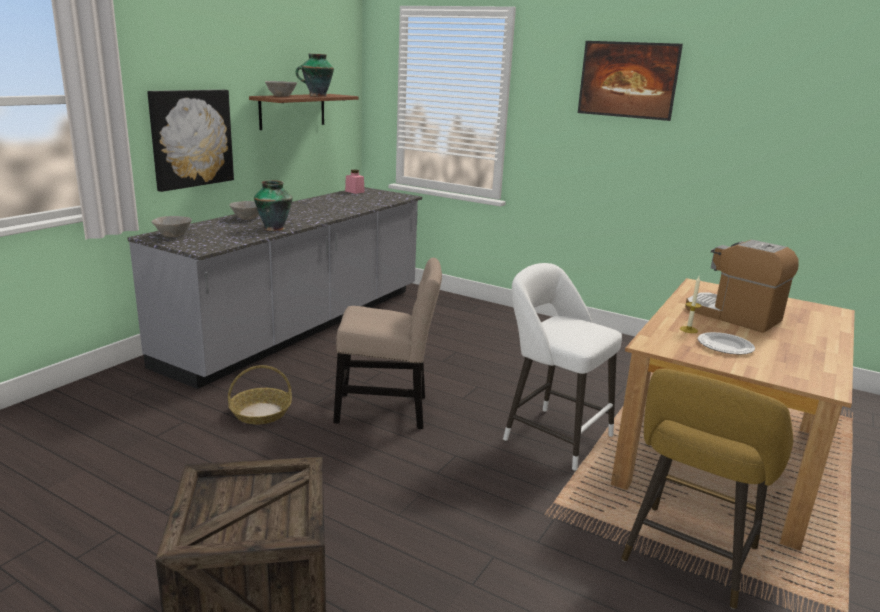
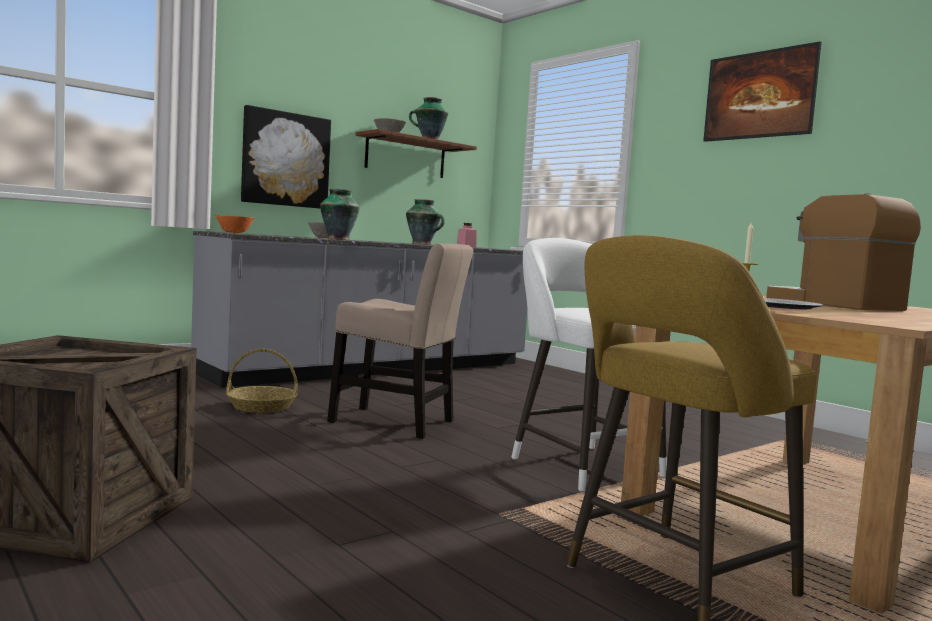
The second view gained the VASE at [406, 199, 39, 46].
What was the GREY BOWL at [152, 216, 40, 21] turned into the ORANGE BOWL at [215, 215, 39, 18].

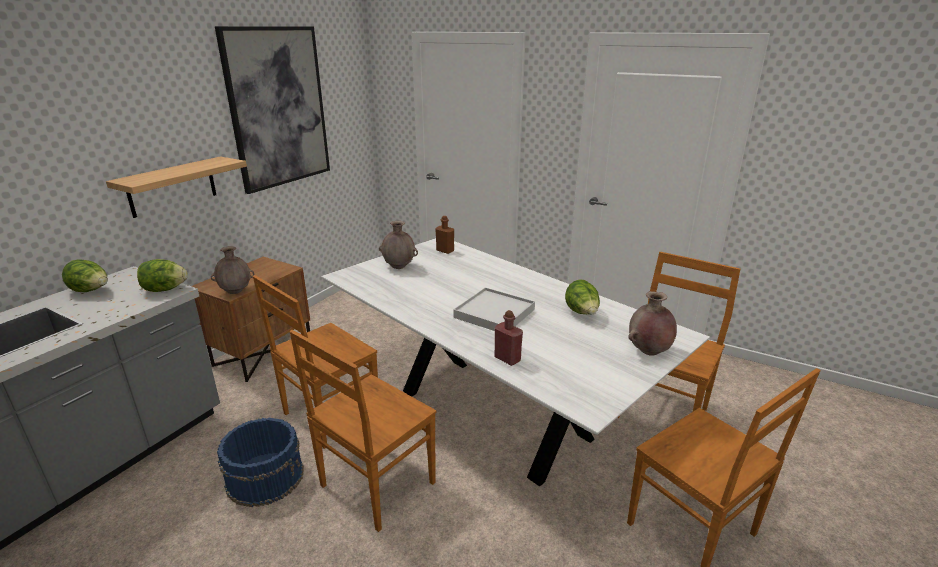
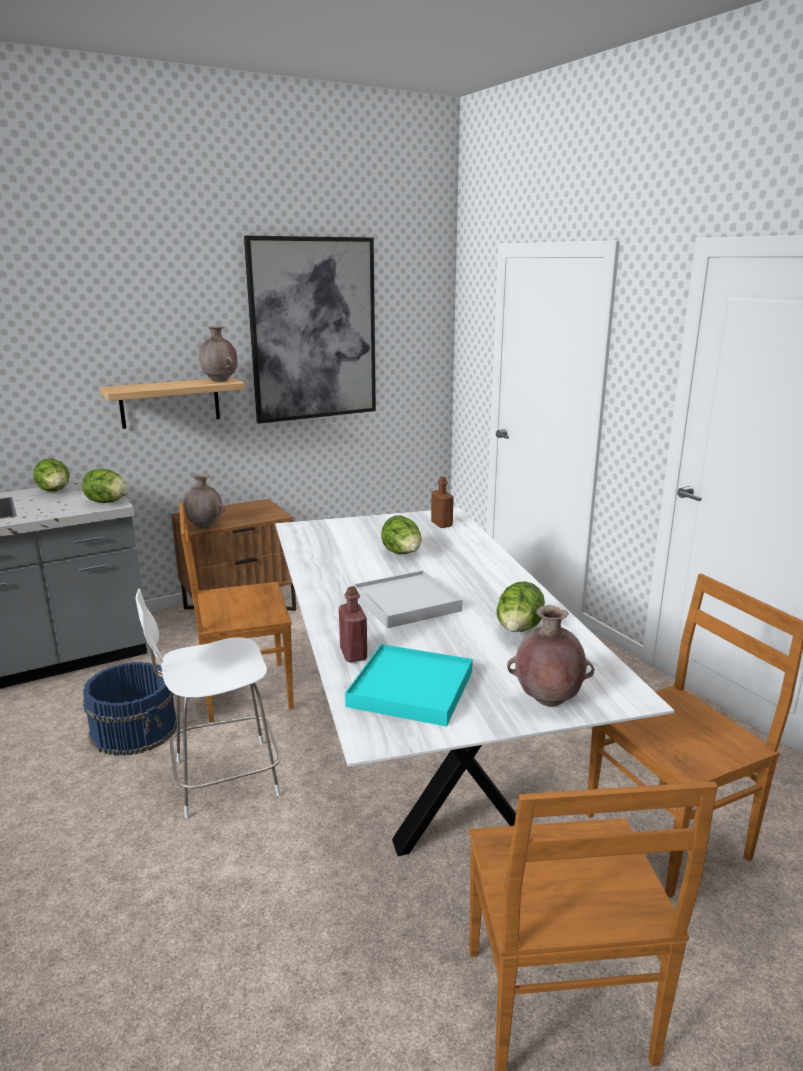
The second view gained the TURQUOISE TRAY at [345, 644, 128, 83].
The second view gained the LETTUCE at [381, 515, 41, 39].
The BROWN VASE ended up elsewhere, having gone from [379, 221, 39, 48] to [199, 326, 38, 56].
Where the BROWN CHAIR stood at [289, 330, 147, 202], the WHITE STOOL came to stand at [136, 589, 144, 229].

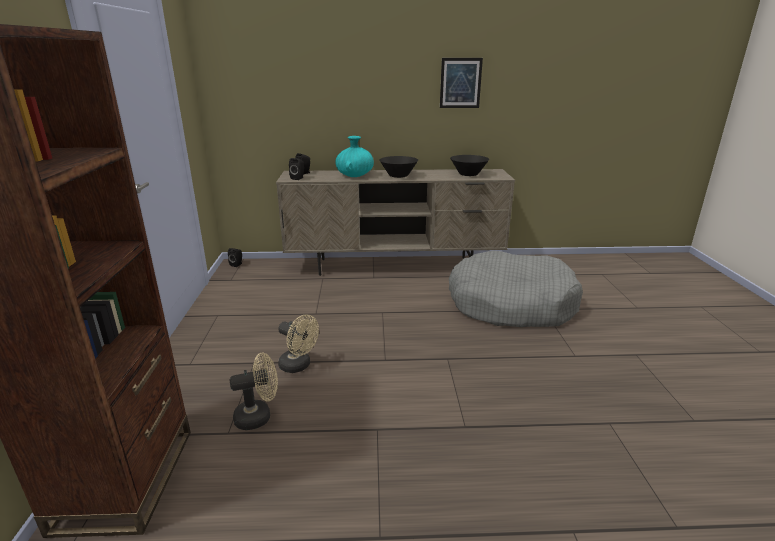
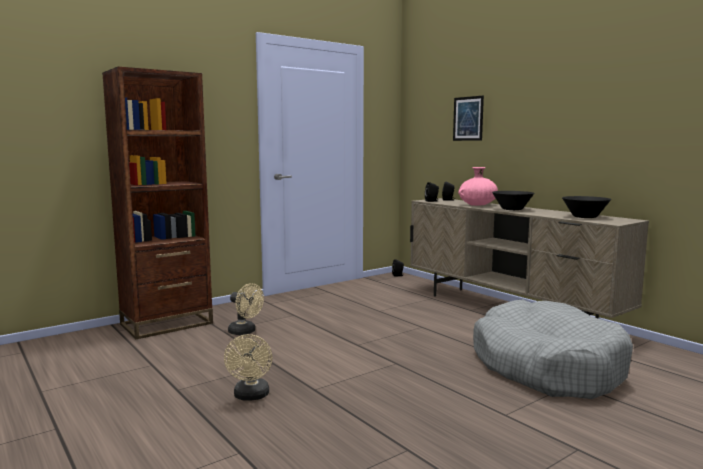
The BEIGE FAN ended up elsewhere, having gone from [278, 314, 41, 59] to [224, 334, 48, 67].
The PICTURE ended up elsewhere, having gone from [440, 58, 43, 50] to [453, 96, 31, 45].
What was the TURQUOISE VASE at [336, 136, 38, 41] turned into the PINK VASE at [458, 167, 40, 39].

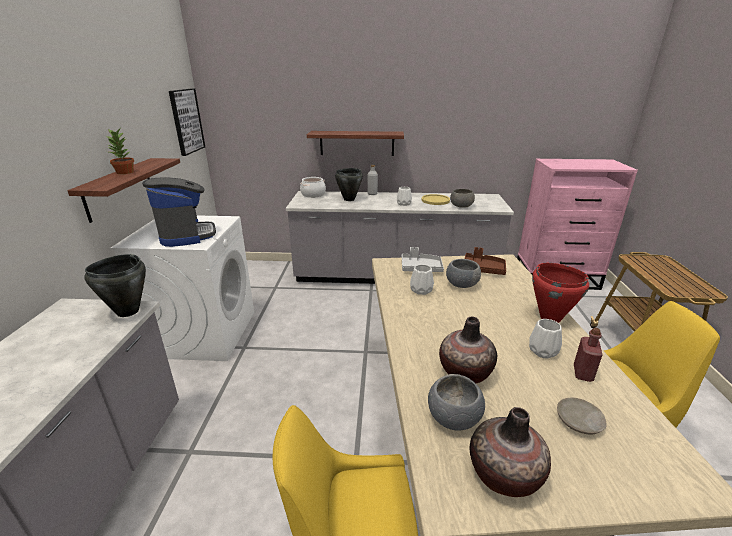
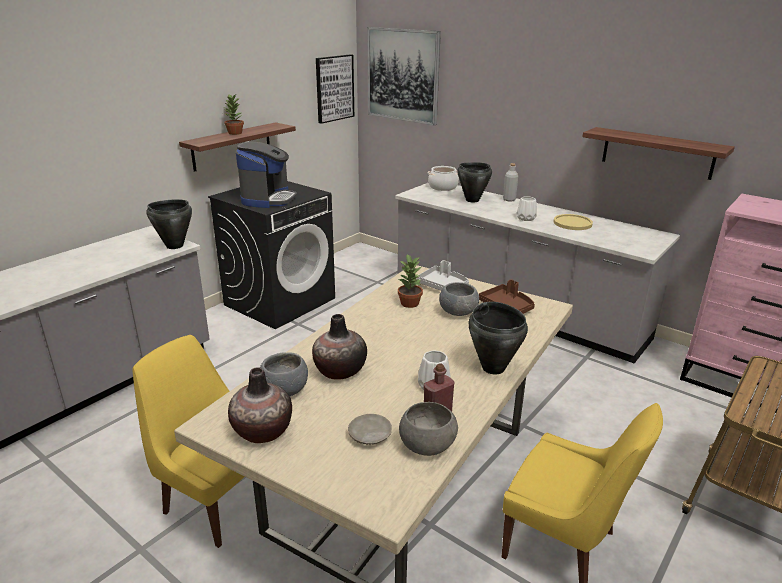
The second view gained the PICTURE at [367, 27, 74, 98].
The SHELF ended up elsewhere, having gone from [307, 131, 97, 25] to [582, 127, 153, 53].
The GREY BOWL ended up elsewhere, having gone from [450, 189, 25, 19] to [399, 402, 59, 54].
Where the WHITE VASE stood at [410, 264, 24, 31], the POTTED PLANT came to stand at [398, 254, 25, 54].
What was the WHITE WASHING MACHINE at [110, 215, 144, 146] turned into the BLACK WASHING MACHINE at [208, 181, 127, 148].
What was the RED COOKING POT at [532, 263, 57, 60] turned into the BLACK COOKING POT at [469, 302, 59, 72].

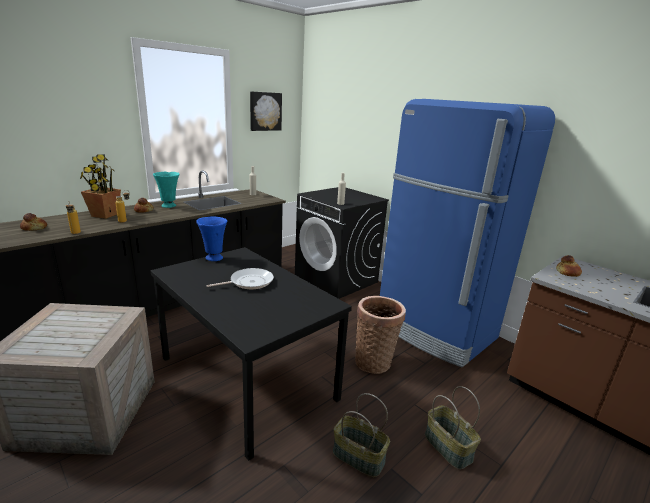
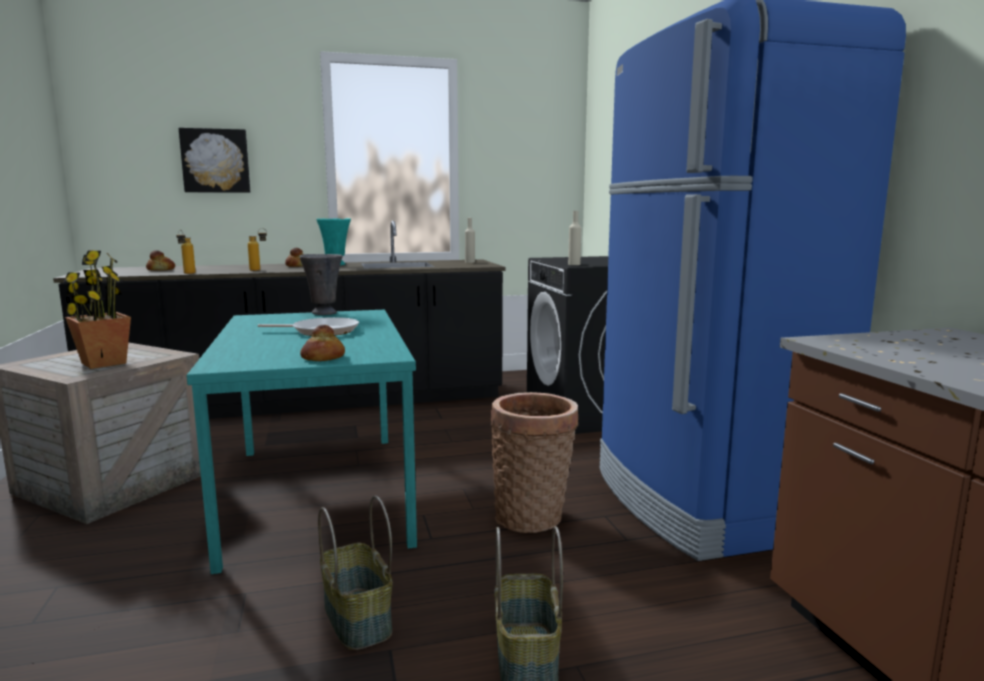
The POTTED PLANT ended up elsewhere, having gone from [80, 154, 41, 65] to [63, 251, 68, 118].
The PICTURE ended up elsewhere, having gone from [250, 91, 32, 40] to [179, 128, 71, 65].
The BREAD ended up elsewhere, having gone from [556, 255, 26, 22] to [300, 325, 45, 36].
What was the BLACK DINING TABLE at [151, 247, 201, 214] turned into the TURQUOISE DINING TABLE at [186, 309, 231, 265].
What was the BLUE VASE at [196, 217, 31, 44] turned into the GREY VASE at [300, 254, 43, 61].

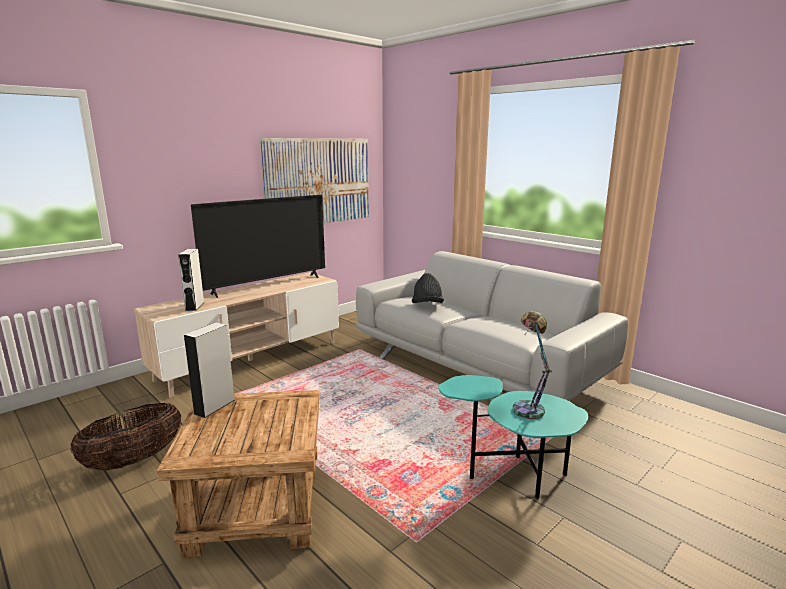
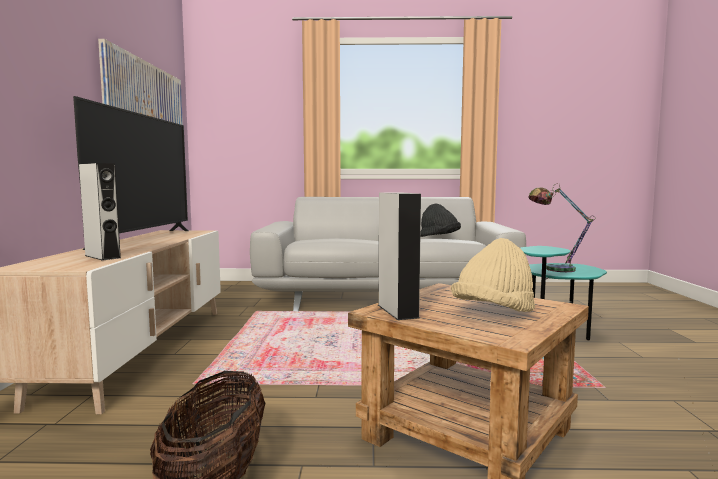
The second view gained the BEIGE HAT at [451, 238, 84, 74].
The BLACK HAT ended up elsewhere, having gone from [412, 273, 32, 30] to [420, 204, 41, 33].

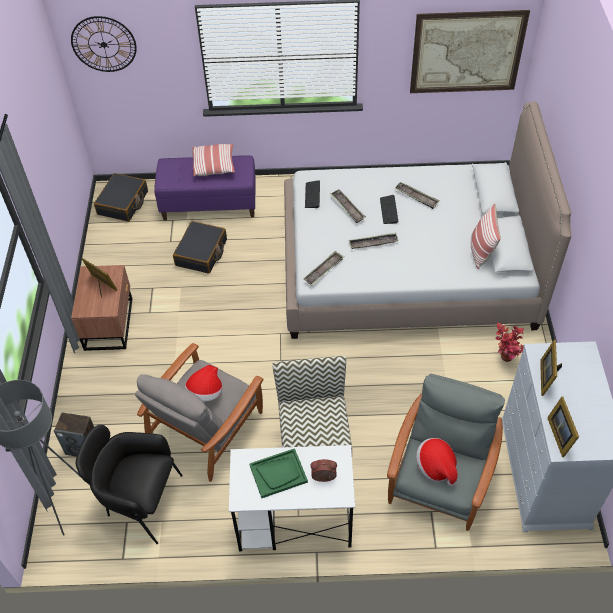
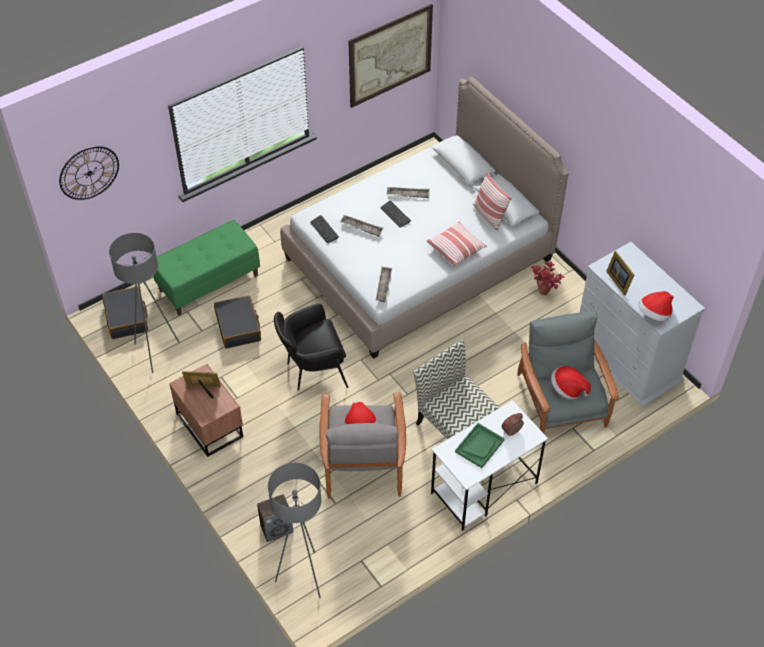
The second view lost the TRAY at [349, 233, 50, 16].
The second view gained the GREY FLOOR LAMP at [109, 233, 70, 140].
The BLACK ARMCHAIR ended up elsewhere, having gone from [76, 425, 107, 119] to [274, 303, 75, 88].
The PILLOW ended up elsewhere, having gone from [192, 144, 43, 32] to [427, 221, 60, 46].
Where the PICTURE FRAME stood at [547, 397, 32, 60], the HAT came to stand at [638, 291, 36, 30].
What was the PURPLE BENCH at [154, 155, 102, 66] turned into the GREEN BENCH at [153, 220, 107, 95].

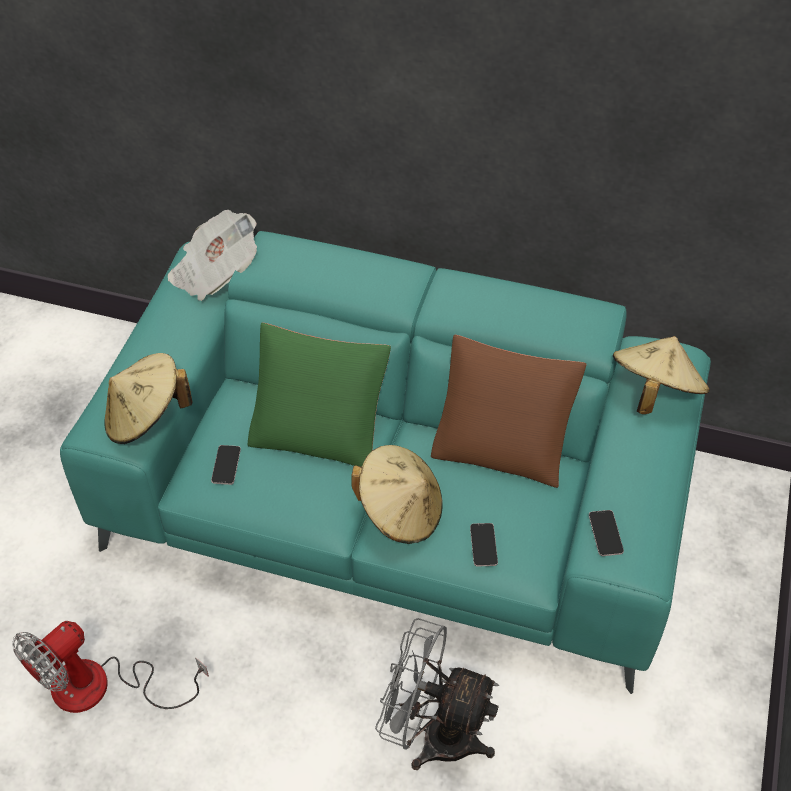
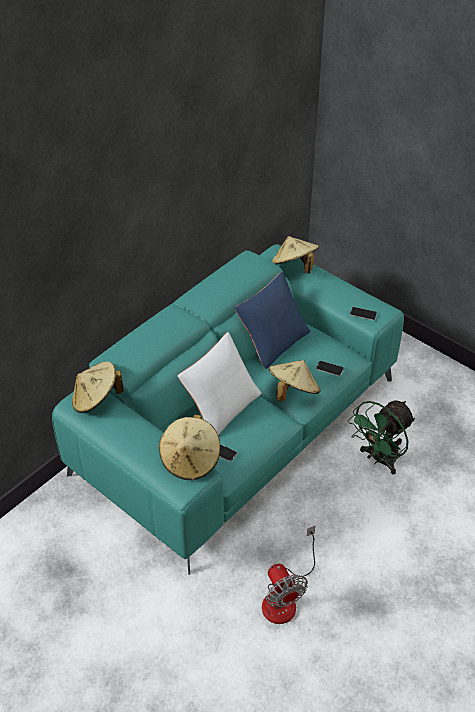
Where the NEWSPAPER stood at [168, 210, 89, 91], the BEIGE HAT came to stand at [72, 362, 52, 51].
What was the GREEN PILLOW at [248, 323, 143, 143] turned into the WHITE PILLOW at [177, 332, 85, 103].
What was the GREY FAN at [375, 618, 124, 152] turned into the GREEN FAN at [348, 400, 67, 75].
What was the BROWN PILLOW at [431, 335, 156, 153] turned into the BLUE PILLOW at [234, 272, 77, 97].

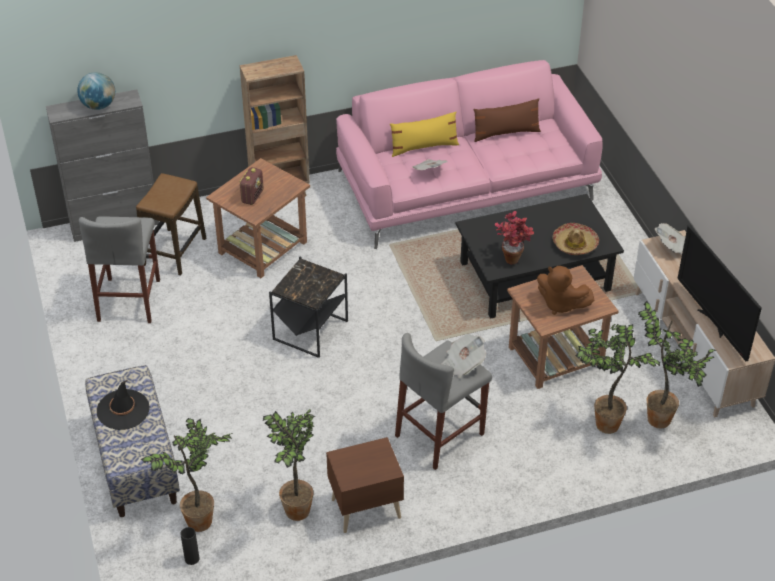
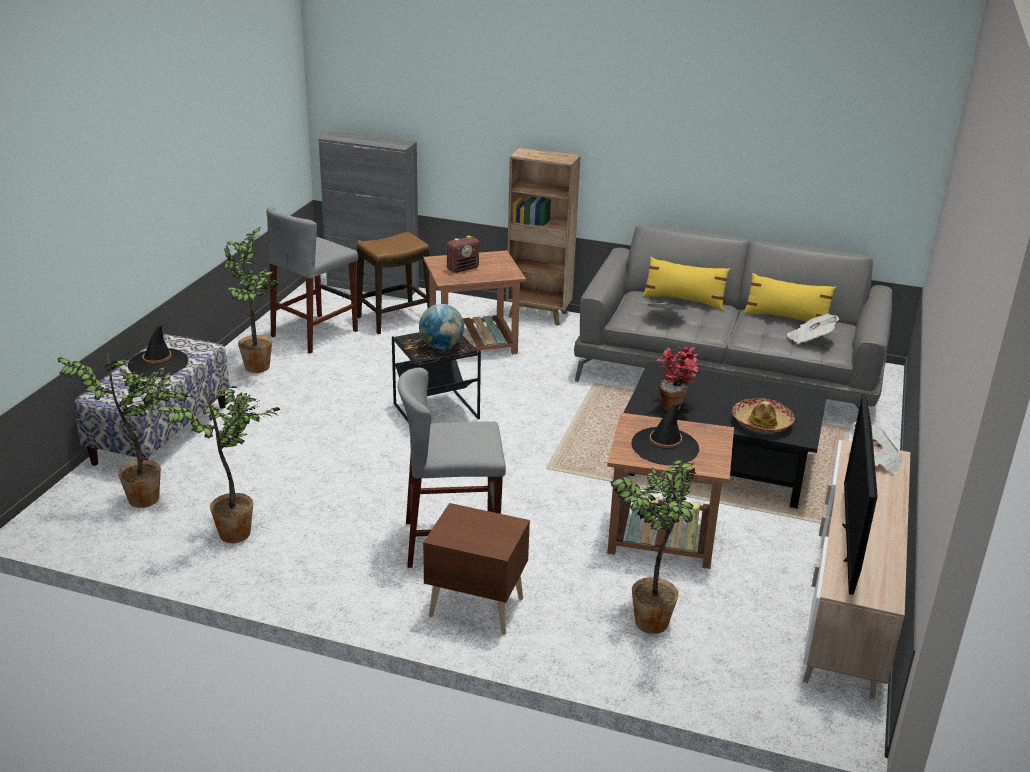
The second view lost the BLACK VASE at [181, 527, 18, 38].
The GLOBE ended up elsewhere, having gone from [77, 72, 38, 38] to [419, 304, 45, 45].
The BROWN NIGHTSTAND ended up elsewhere, having gone from [326, 437, 78, 96] to [423, 503, 107, 132].
The NEWSPAPER ended up elsewhere, having gone from [441, 334, 45, 44] to [787, 314, 52, 30].
The POTTED PLANT ended up elsewhere, having gone from [638, 301, 78, 127] to [224, 227, 56, 146].
Where the BROWN PLUSH TOY stood at [537, 266, 57, 49], the BLACK HAT came to stand at [631, 403, 68, 62].
What was the PINK SOFA at [336, 60, 267, 189] turned into the GREY SOFA at [574, 225, 318, 184].
What was the BROWN PILLOW at [473, 98, 68, 44] turned into the YELLOW PILLOW at [743, 273, 93, 49].

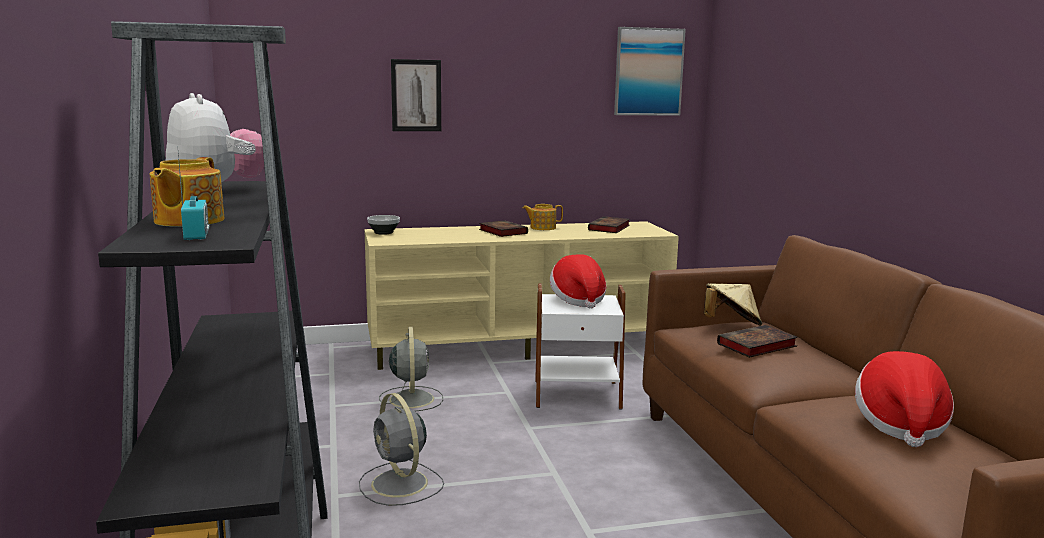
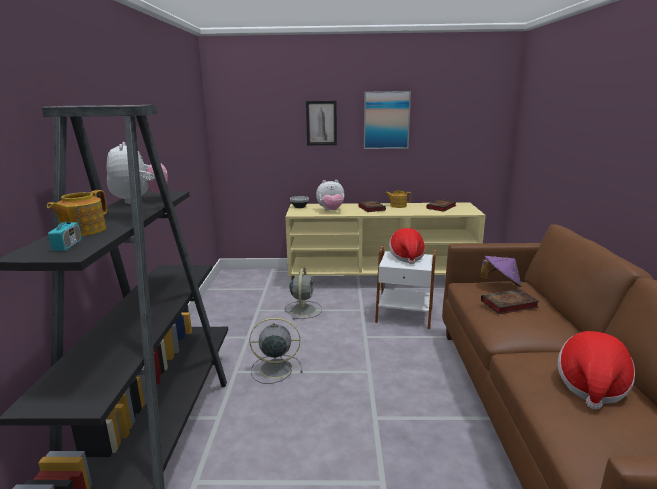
The second view gained the PLUSH TOY at [316, 180, 28, 31].
The PICTURE ended up elsewhere, having gone from [614, 27, 72, 89] to [364, 91, 47, 58].
What was the BEIGE HAT at [704, 283, 58, 42] turned into the PURPLE HAT at [480, 256, 42, 31].
The GREY FAN at [359, 393, 85, 113] ended up facing another way, 105 degrees clockwise from before.

